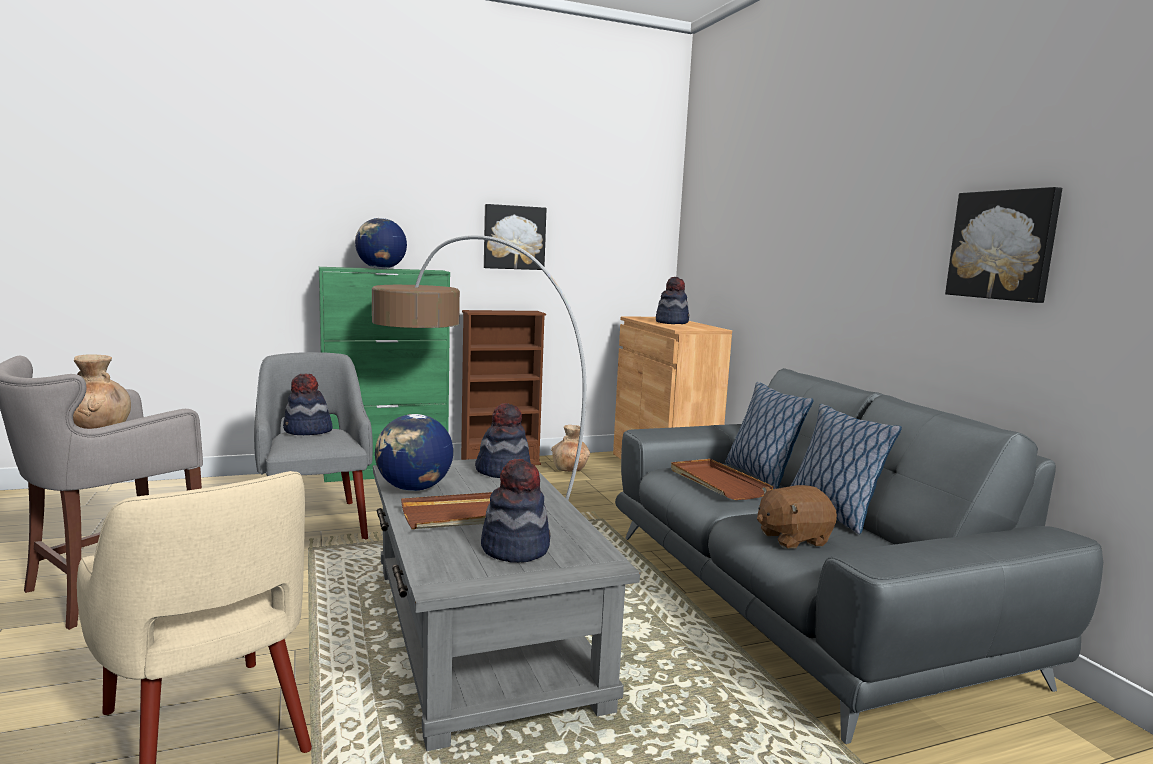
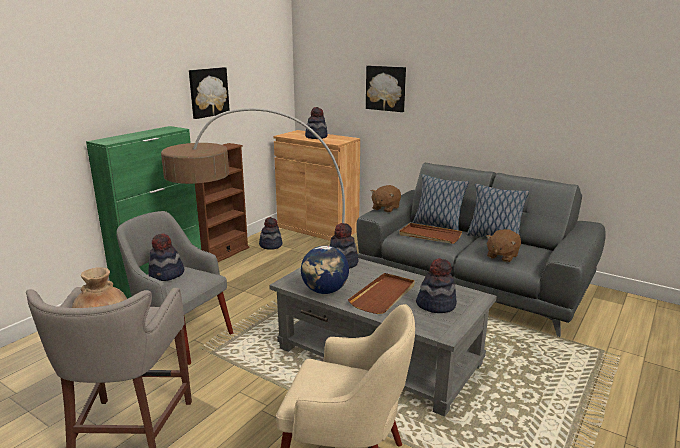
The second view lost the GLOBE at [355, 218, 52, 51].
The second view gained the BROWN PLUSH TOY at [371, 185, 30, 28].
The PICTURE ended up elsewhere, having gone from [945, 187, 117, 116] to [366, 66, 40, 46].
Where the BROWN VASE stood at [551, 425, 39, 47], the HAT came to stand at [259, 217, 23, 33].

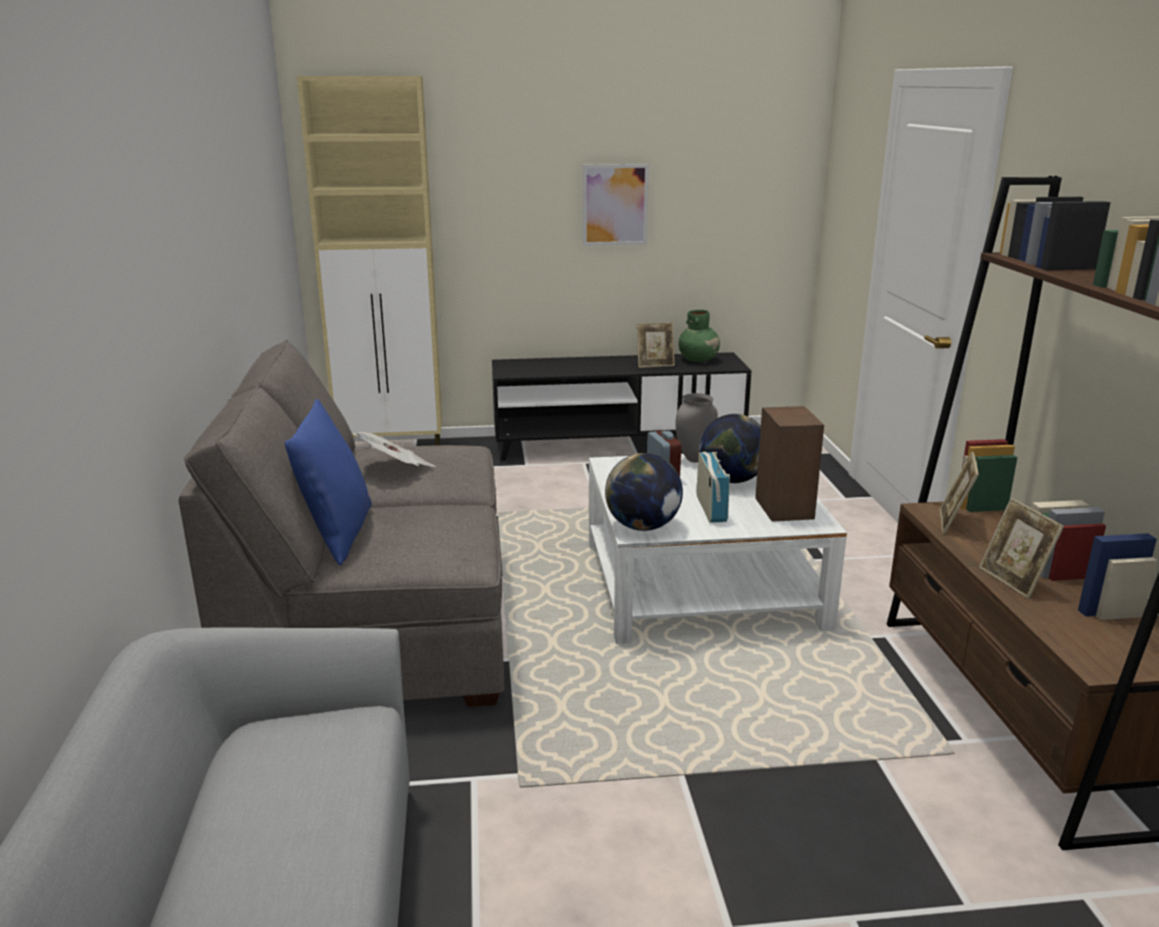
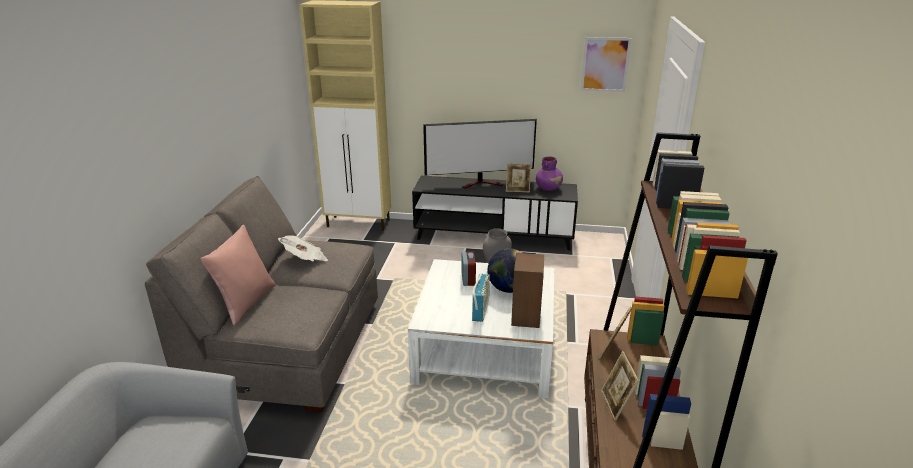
The second view lost the GLOBE at [605, 453, 78, 78].
The second view gained the TELEVISION at [423, 119, 114, 70].
The PICTURE ended up elsewhere, having gone from [583, 164, 66, 82] to [581, 37, 51, 55].
What was the BLUE PILLOW at [285, 399, 87, 166] turned into the PINK PILLOW at [200, 225, 75, 101].
What was the GREEN VASE at [679, 310, 41, 52] turned into the PURPLE VASE at [536, 156, 27, 35].

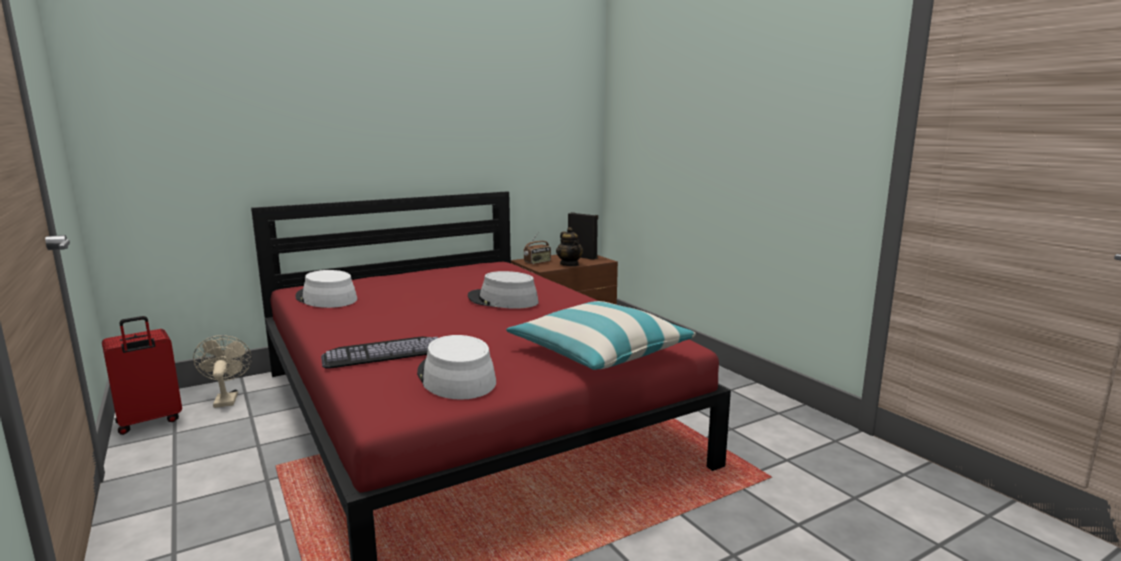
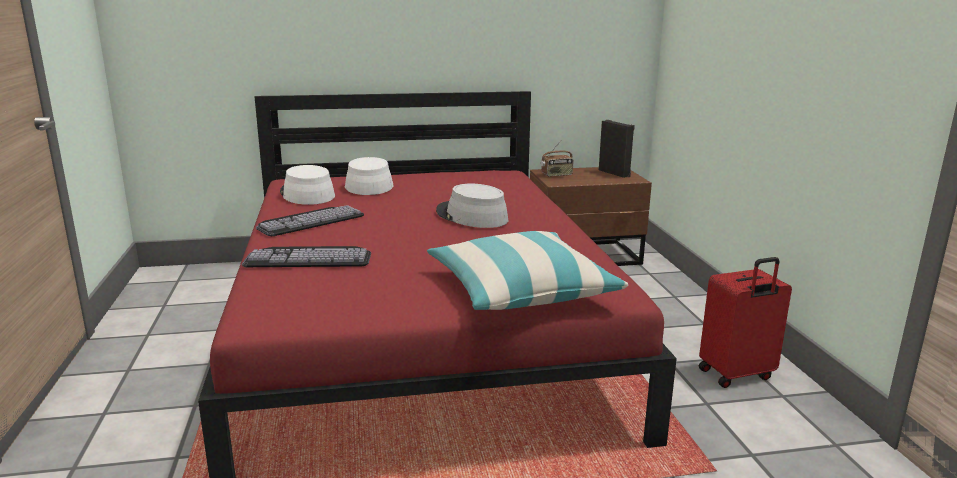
The second view lost the BEIGE FAN at [193, 335, 59, 73].
The second view lost the TEAPOT at [556, 227, 27, 39].
The second view gained the KEYBOARD at [256, 205, 108, 31].
The RED SUITCASE ended up elsewhere, having gone from [102, 316, 80, 119] to [699, 257, 93, 131].
The WHITE HAT ended up elsewhere, having gone from [417, 335, 79, 65] to [345, 157, 49, 38].

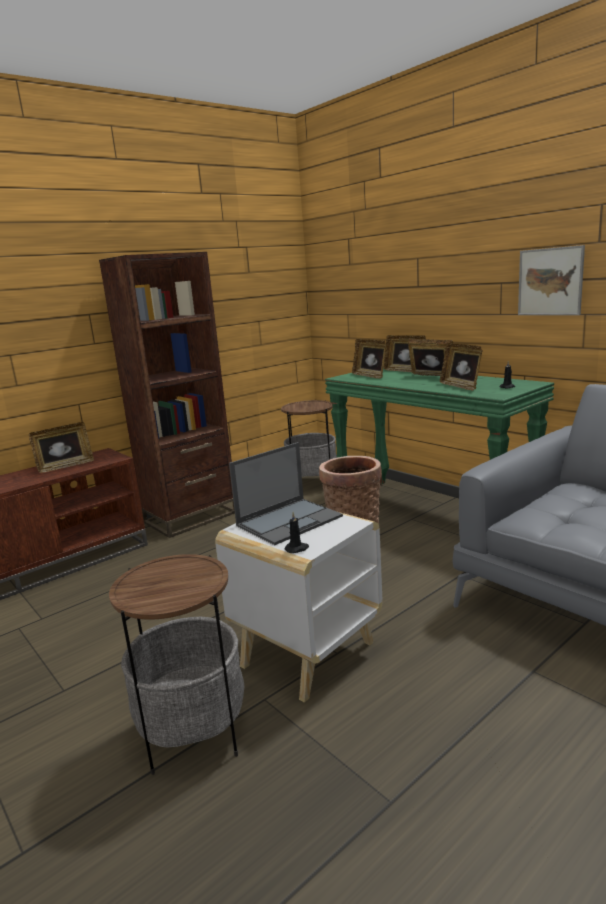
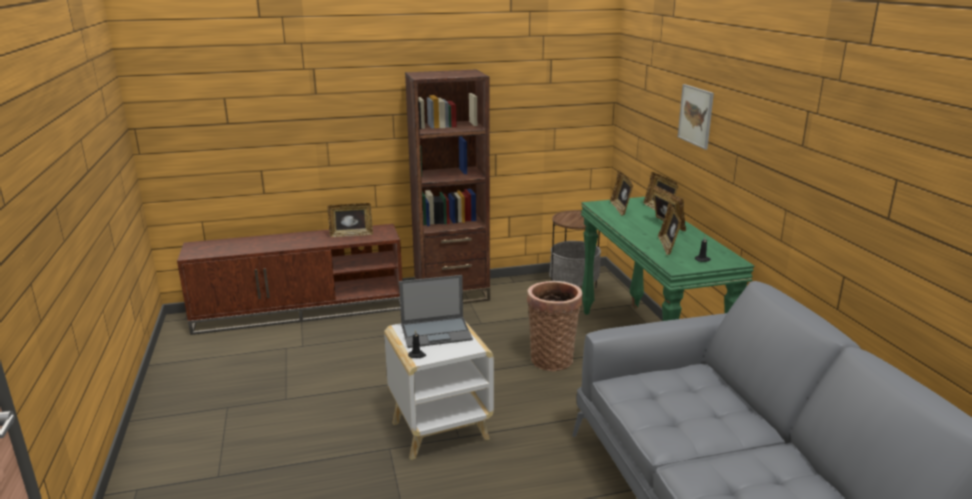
The second view lost the SIDE TABLE at [109, 554, 135, 221].
The PICTURE ended up elsewhere, having gone from [518, 245, 67, 70] to [678, 84, 36, 66].

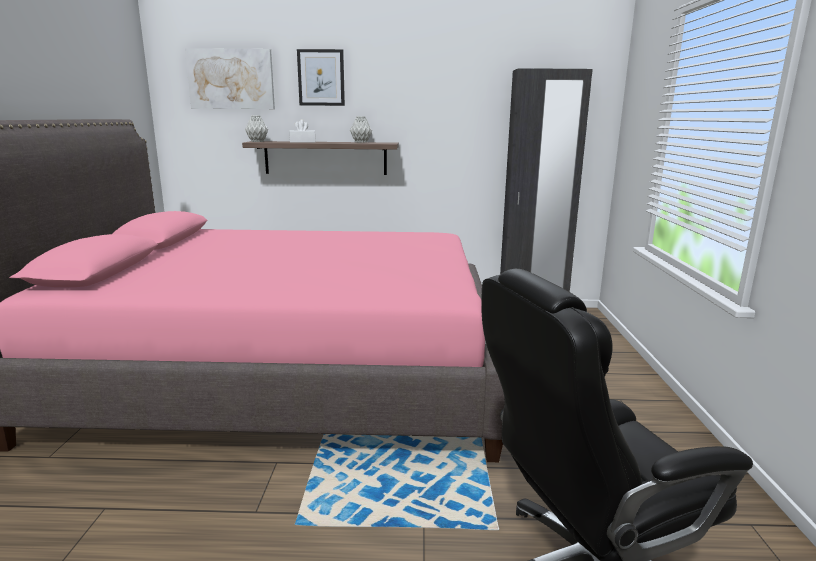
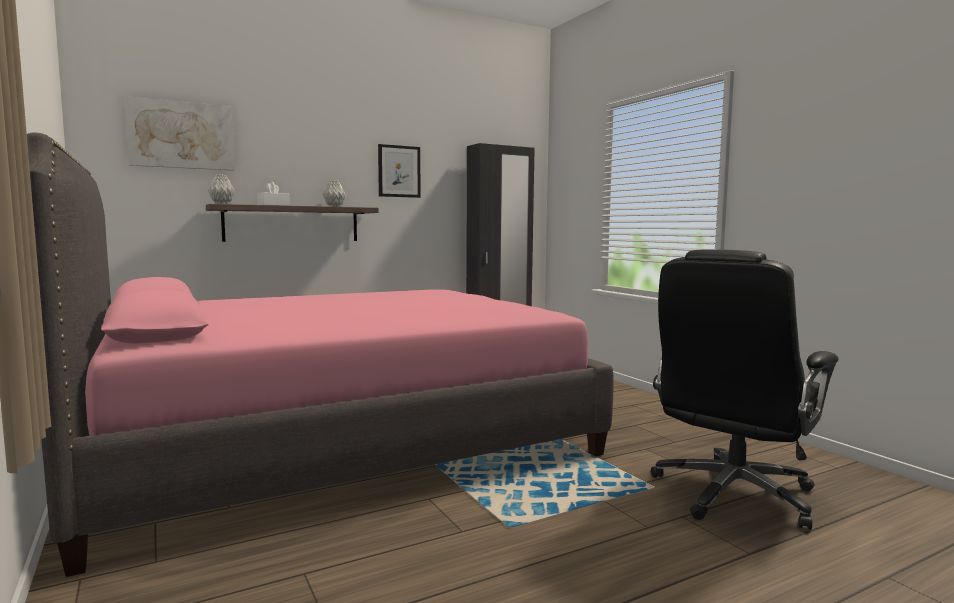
The PICTURE ended up elsewhere, having gone from [297, 49, 48, 57] to [378, 144, 42, 54].

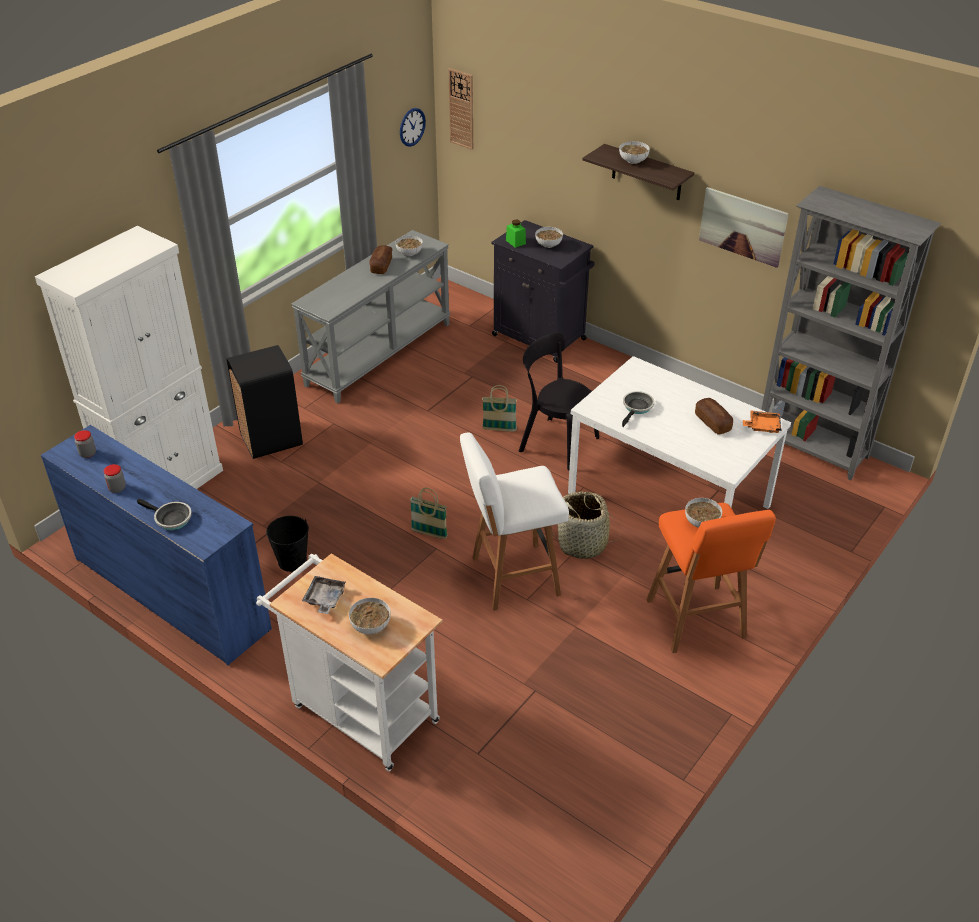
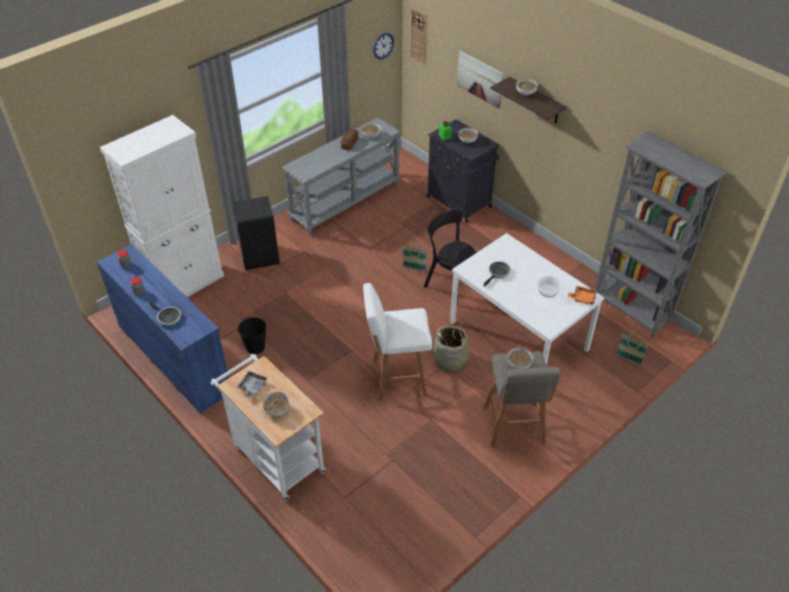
The BASKET ended up elsewhere, having gone from [410, 488, 38, 51] to [616, 330, 32, 35].
The PICTURE ended up elsewhere, having gone from [699, 187, 90, 81] to [457, 51, 47, 58].
Where the BREAD stood at [695, 398, 38, 37], the BOWL came to stand at [537, 276, 25, 21].
What was the ORANGE STOOL at [646, 503, 130, 150] turned into the GREY STOOL at [484, 352, 77, 96].

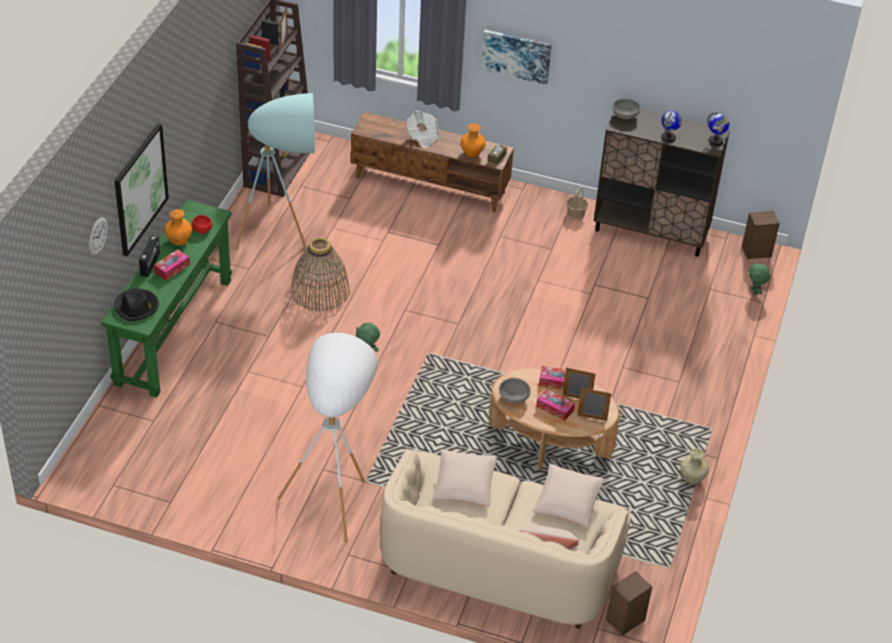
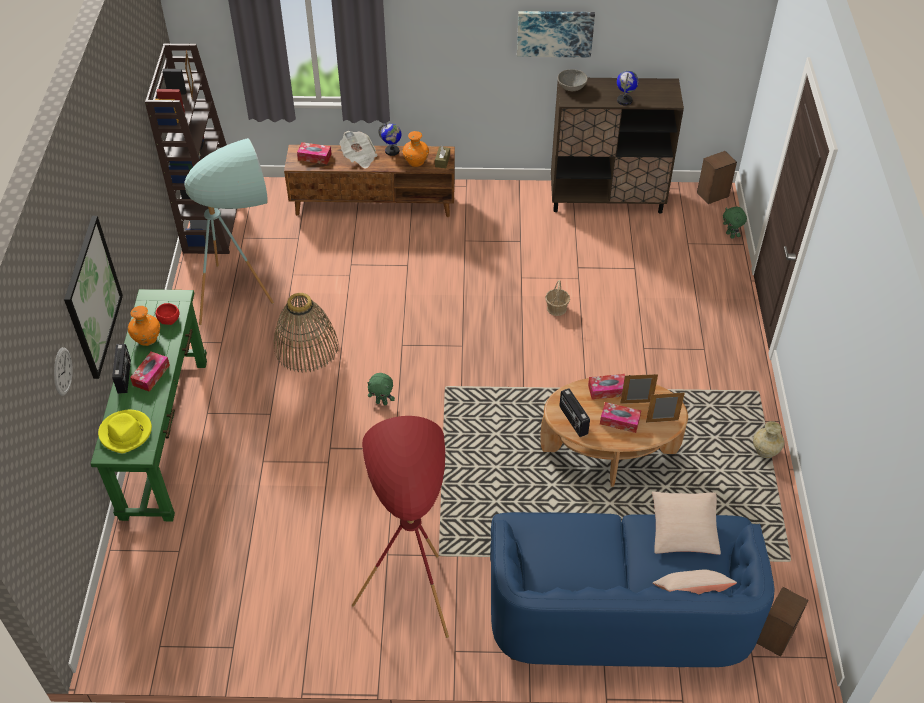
The second view lost the BEIGE PILLOW at [433, 449, 64, 58].
The second view gained the TISSUE BOX at [297, 142, 35, 22].
The PICTURE ended up elsewhere, having gone from [481, 30, 70, 55] to [517, 11, 78, 47].
The BASKET ended up elsewhere, having gone from [566, 187, 22, 33] to [545, 280, 25, 36].
The GLOBE ended up elsewhere, having gone from [707, 112, 22, 34] to [378, 123, 23, 33].
Where the GREY BOWL stood at [499, 378, 32, 26], the RADIO came to stand at [560, 388, 30, 49].
What was the BLACK HAT at [114, 289, 45, 32] turned into the YELLOW HAT at [98, 410, 54, 44].
What was the WHITE FLOOR LAMP at [278, 333, 100, 210] turned into the RED FLOOR LAMP at [352, 416, 97, 222].
What was the BEIGE SOFA at [380, 448, 251, 181] turned into the BLUE SOFA at [490, 512, 284, 155].

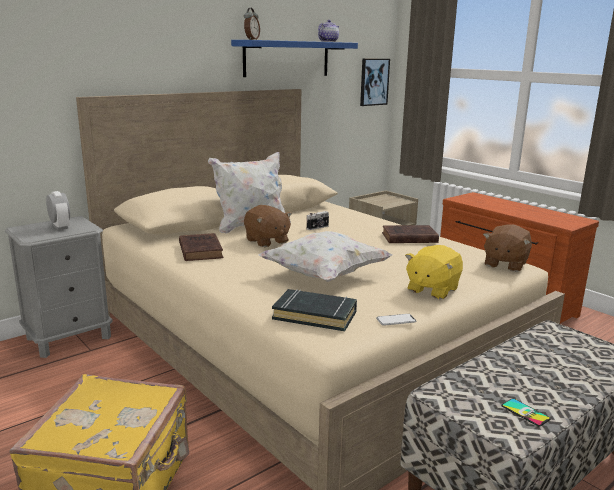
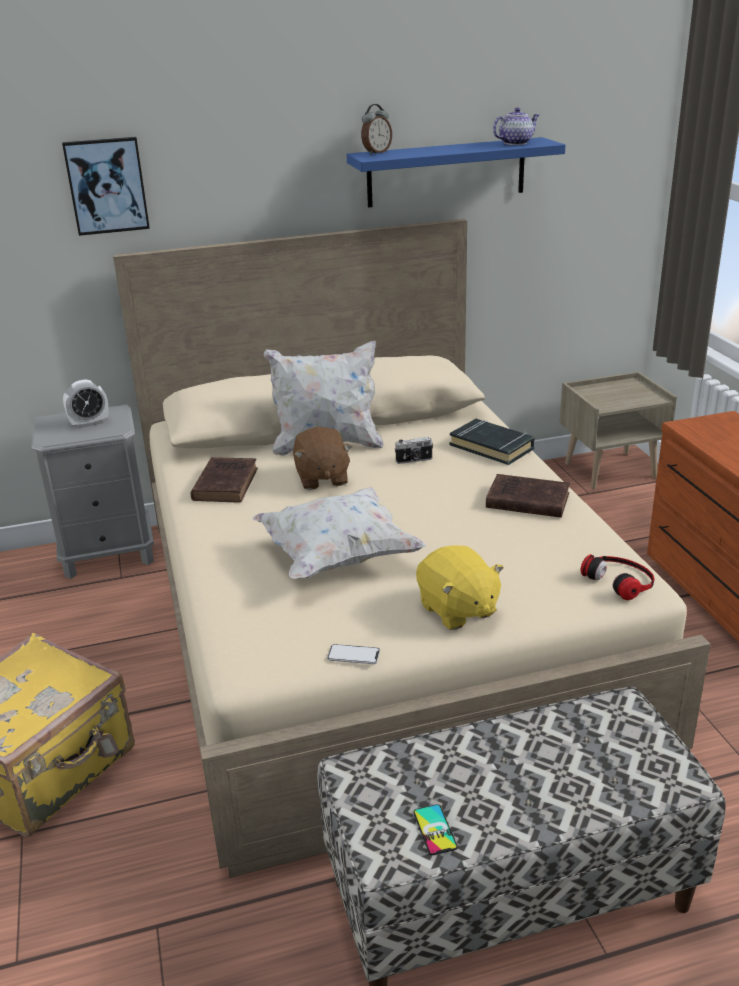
The BLACK BOOK ended up elsewhere, having gone from [272, 289, 85, 42] to [450, 419, 85, 46].
The PICTURE ended up elsewhere, having gone from [360, 59, 30, 47] to [62, 137, 88, 99].
Where the BROWN PLUSH TOY stood at [483, 225, 49, 47], the HEADPHONES came to stand at [580, 554, 74, 46].
The ALARM CLOCK at [46, 191, 24, 39] ended up facing another way, 75 degrees clockwise from before.
The YELLOW PLUSH TOY at [405, 245, 58, 54] ended up facing another way, 90 degrees counterclockwise from before.

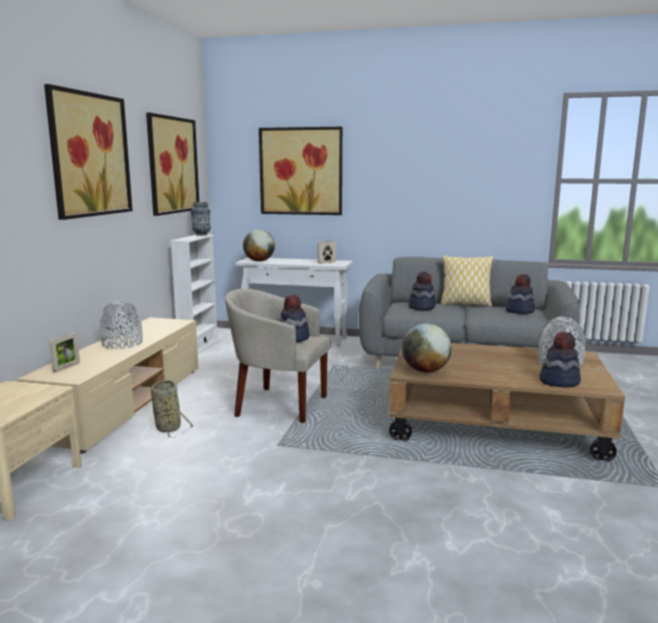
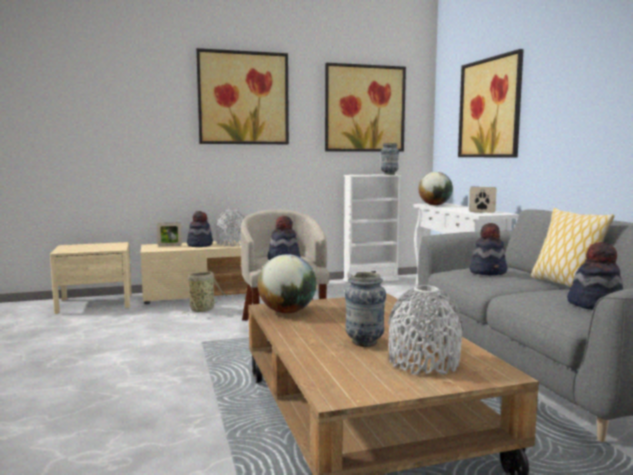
The second view gained the VASE at [345, 272, 41, 75].
The HAT ended up elsewhere, having gone from [539, 332, 42, 56] to [187, 211, 26, 36].

